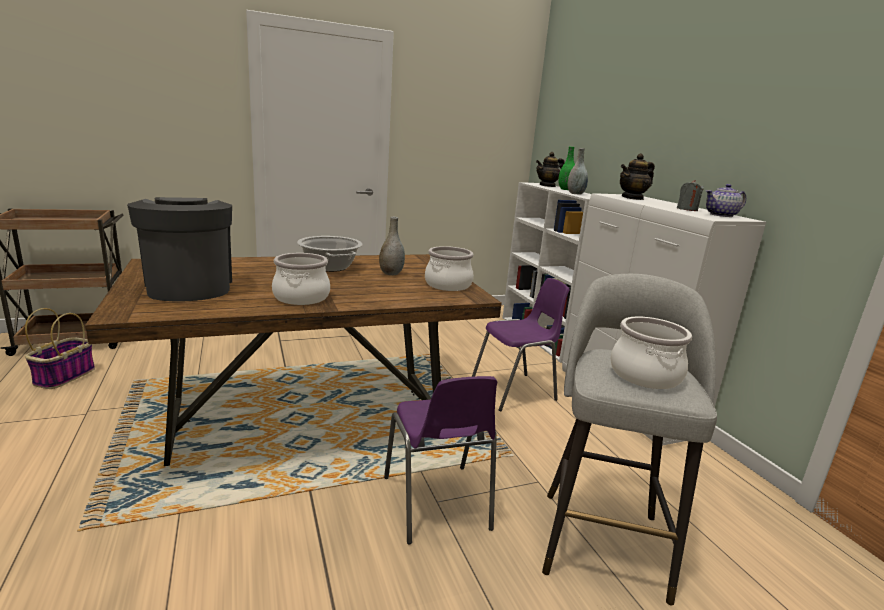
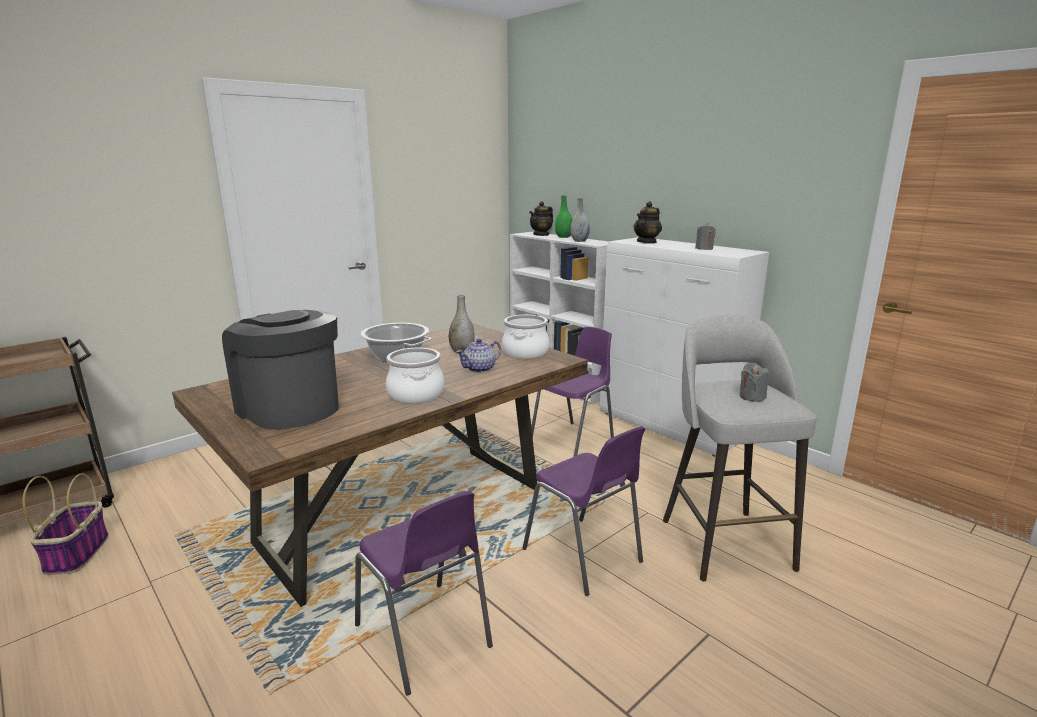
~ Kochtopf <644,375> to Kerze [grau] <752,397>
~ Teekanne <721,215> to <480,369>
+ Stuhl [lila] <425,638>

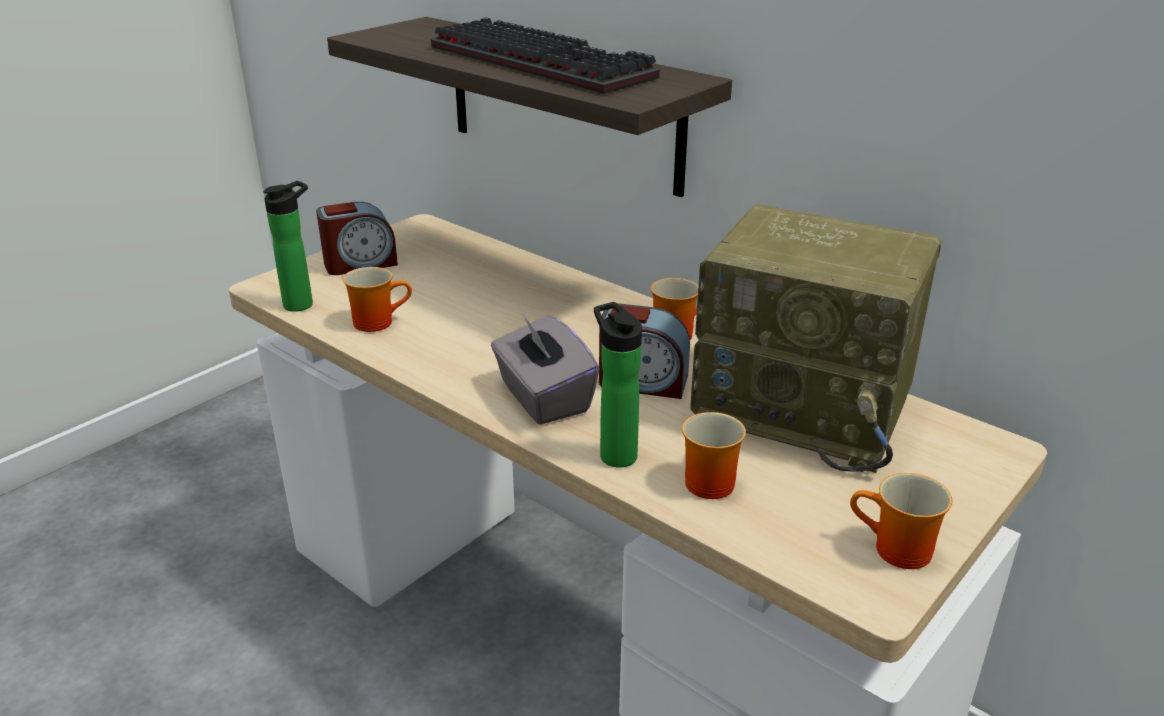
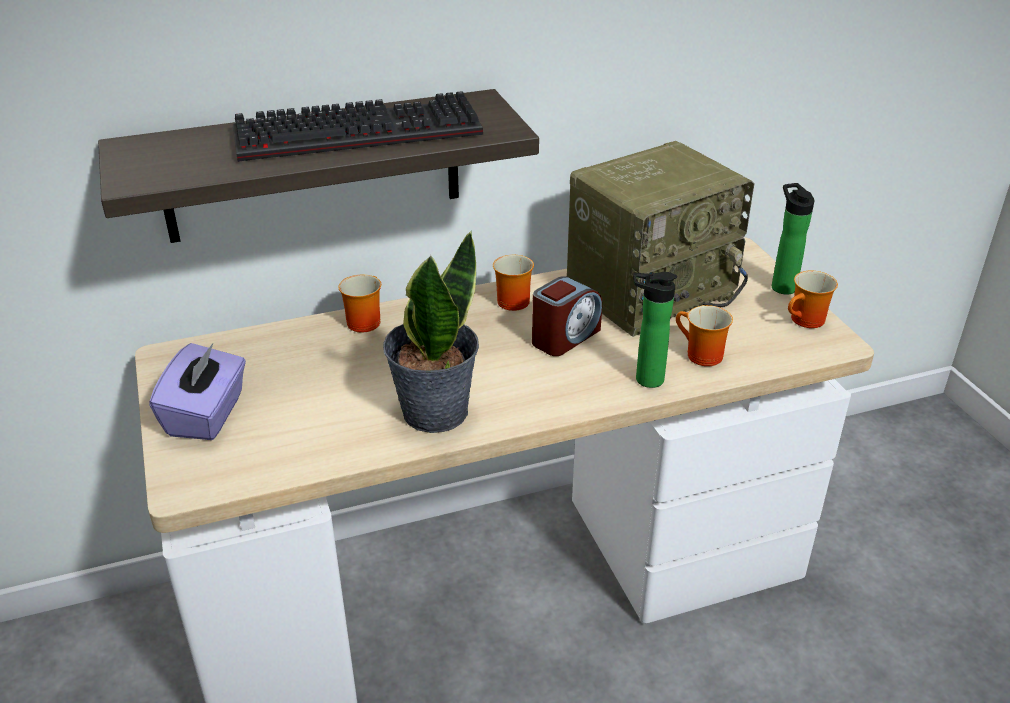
~ Flasche <302,303> to <781,286>
~ Wecker <360,264> to Taschentuchbox [lila] <207,415>
~ Henkelbecher <377,321> to <363,320>
- Taschentuchbox [grau] <543,398>
+ Topfpflanze <434,411>

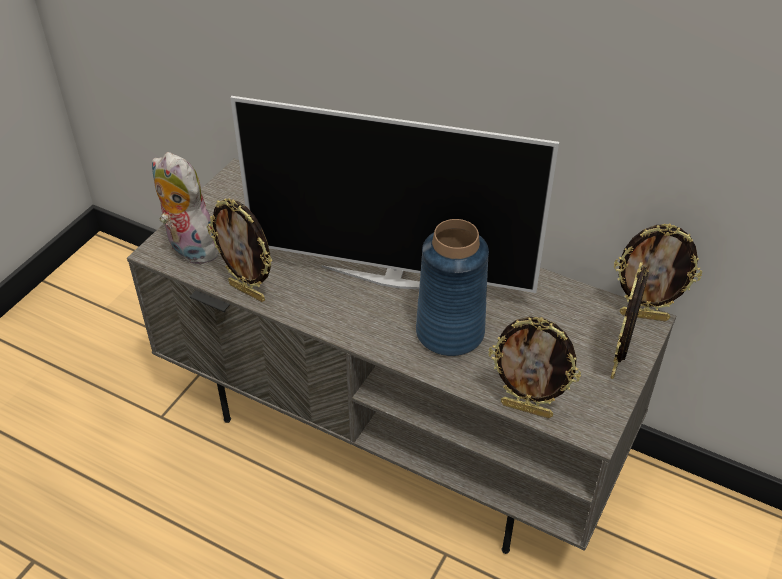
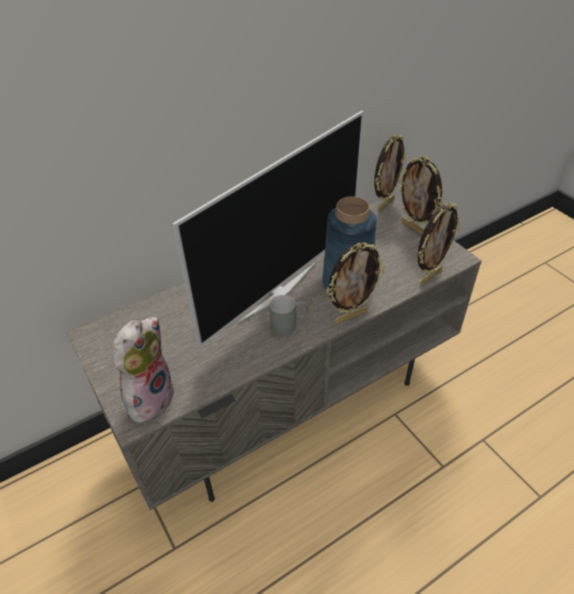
~ Plüschtier <189,248> = <149,397> 135 degrees clockwise
~ Bilderrahmen <248,291> to <351,316>
+ Henkelbecher [grau] <289,324>

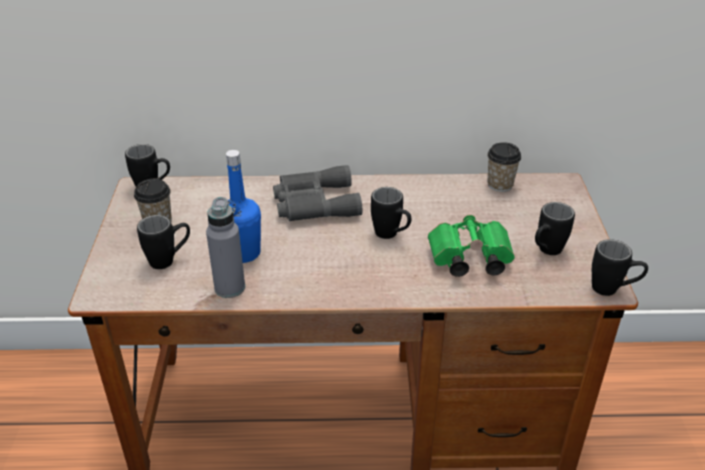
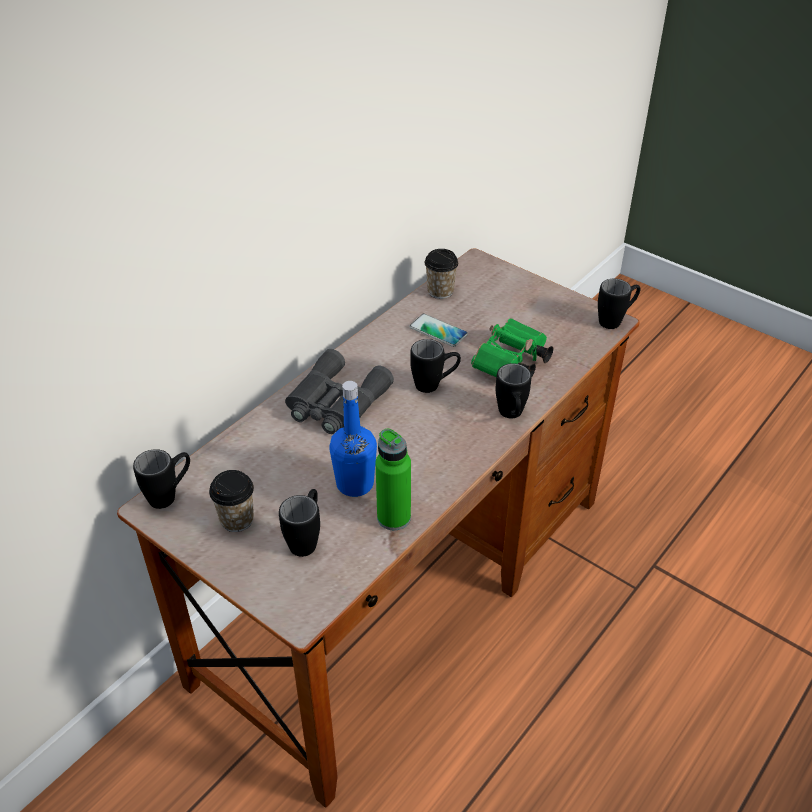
~ Flasche [grau] <230,288> to Flasche [grün] <394,517>
~ Henkelbecher [schwarz] <546,252> to <511,416>
+ Handy <438,331>

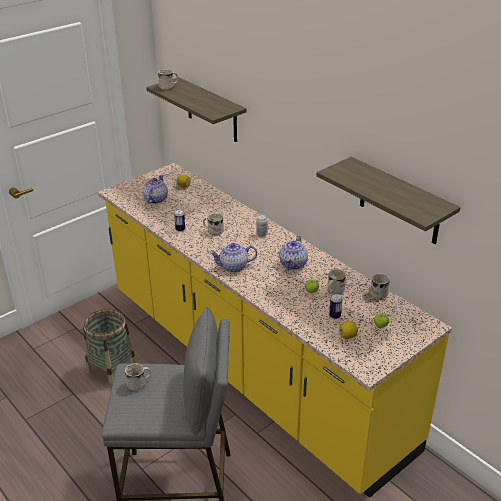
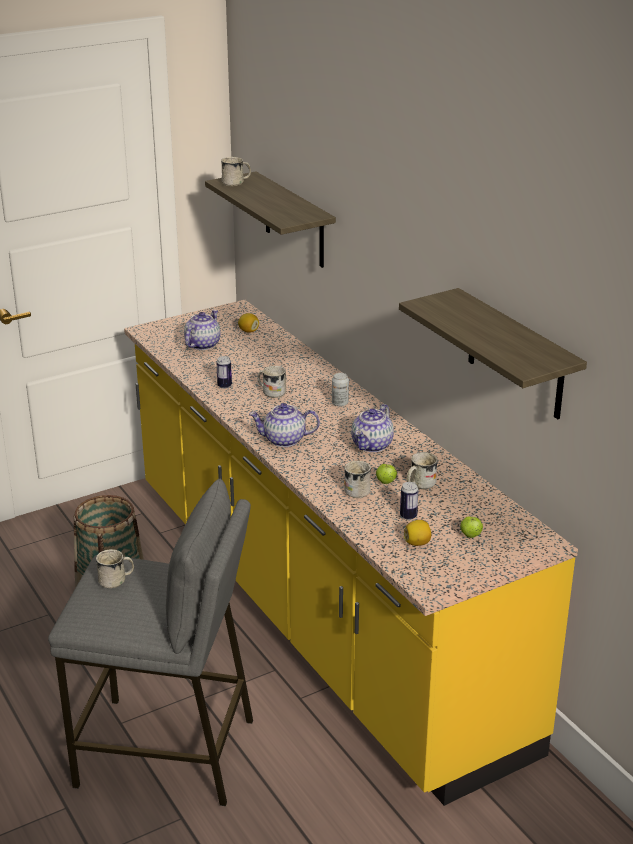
~ Henkelbecher [weiß] <378,292> to <357,489>

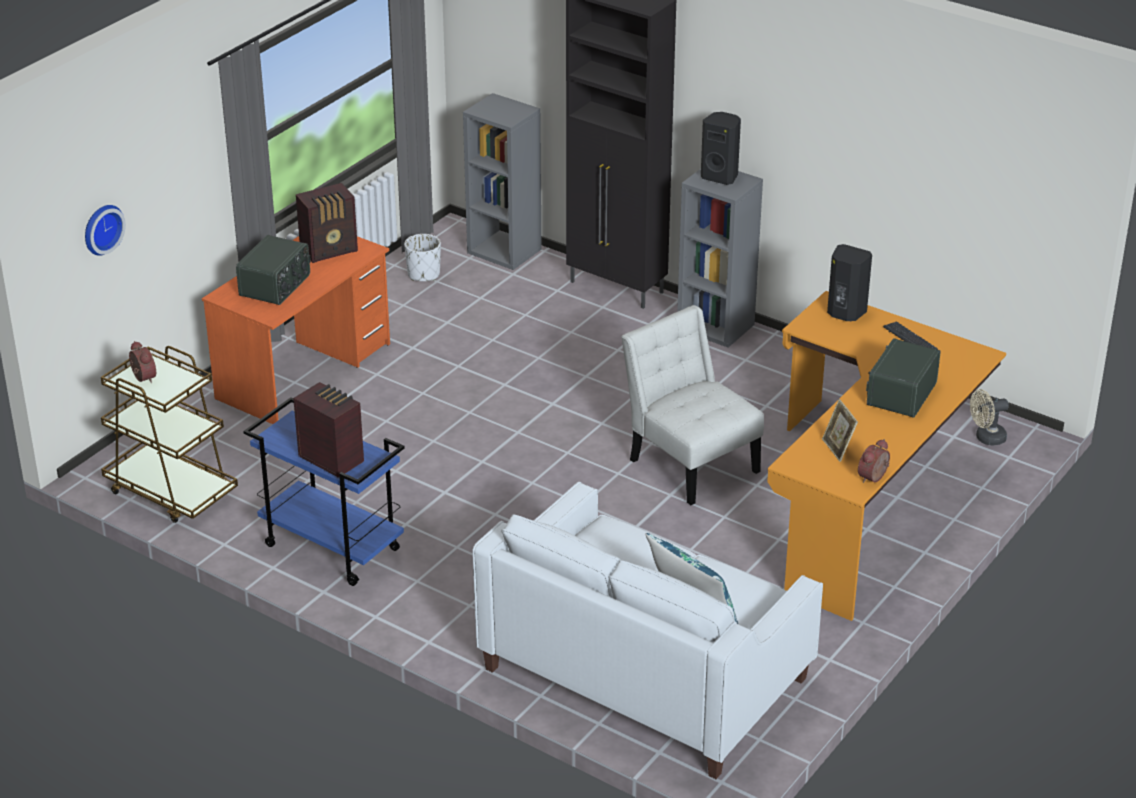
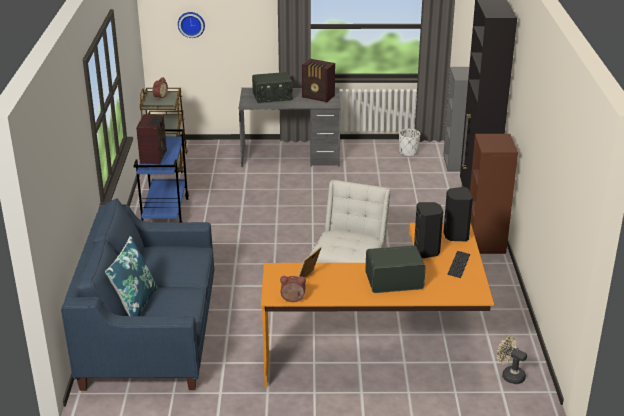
~ Schreibtisch [orange] <304,371> to Schreibtisch [grau] <290,157>
~ Sofa [weiß] <645,673> to Sofa [blau] <150,334>
~ Bücherregal [grau] <716,326> to Bücherregal [braun] <486,243>
~ Lautsprecher [schwarz] <720,177> to <427,251>

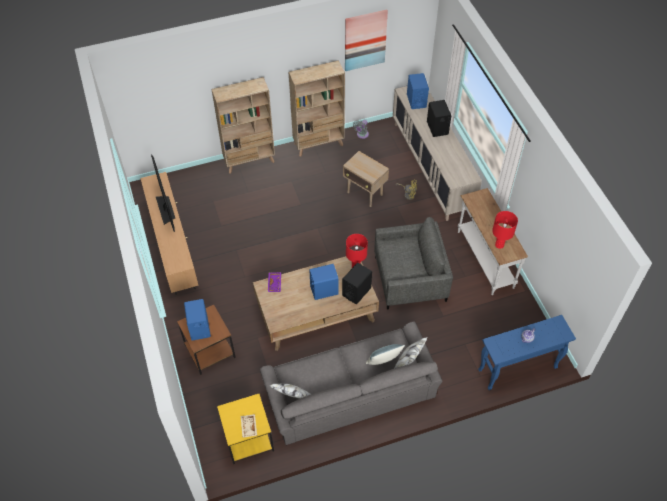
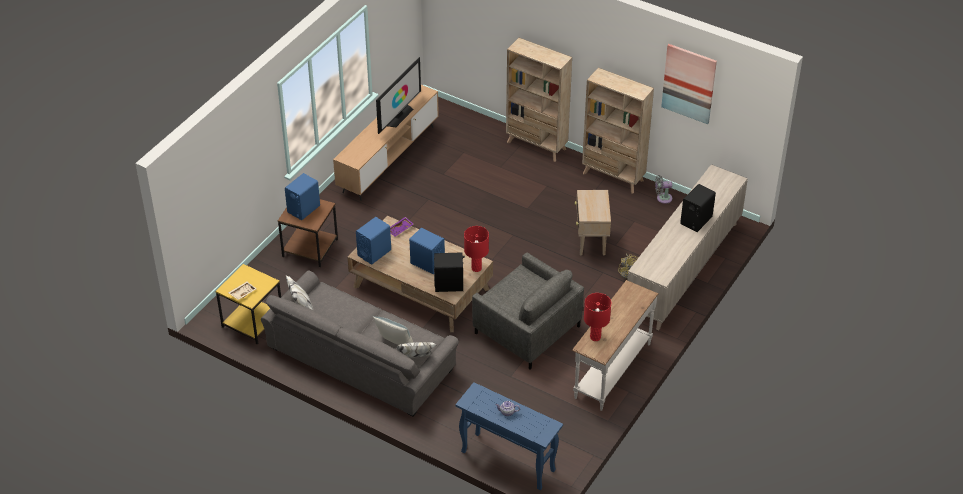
~ Lautsprecher [blau] <416,101> to <374,253>

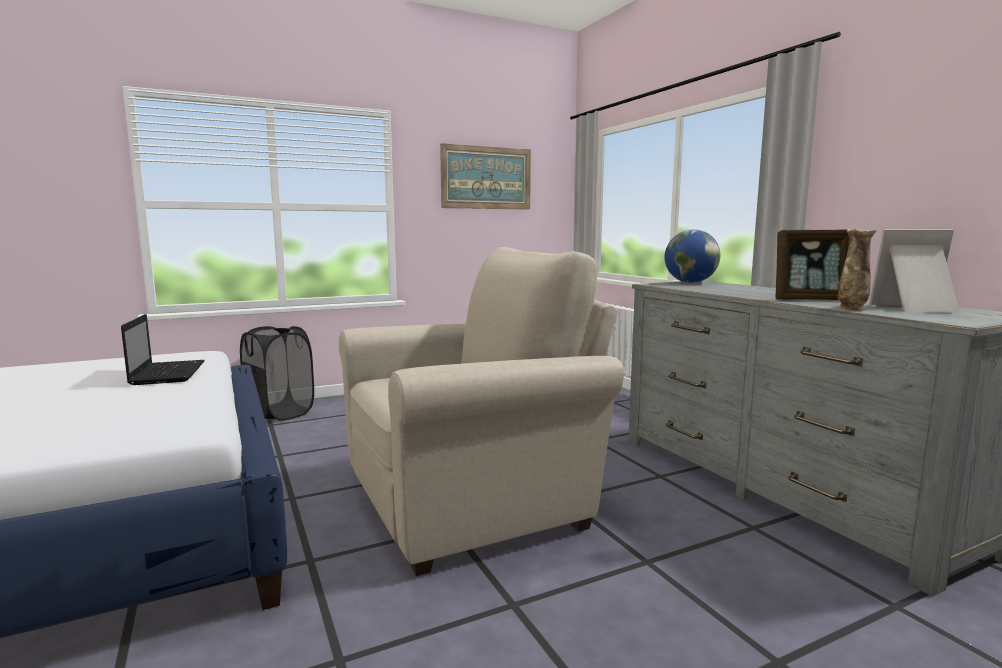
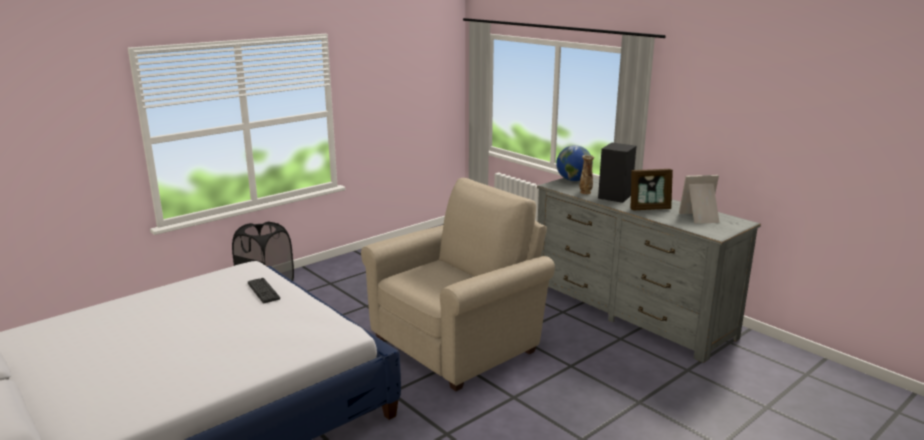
~ Laptop <168,373> to Tastatur <263,291>
- Bild <486,178>
~ Vase <851,309> to <585,192>
+ Lautsprecher [schwarz] <615,196>

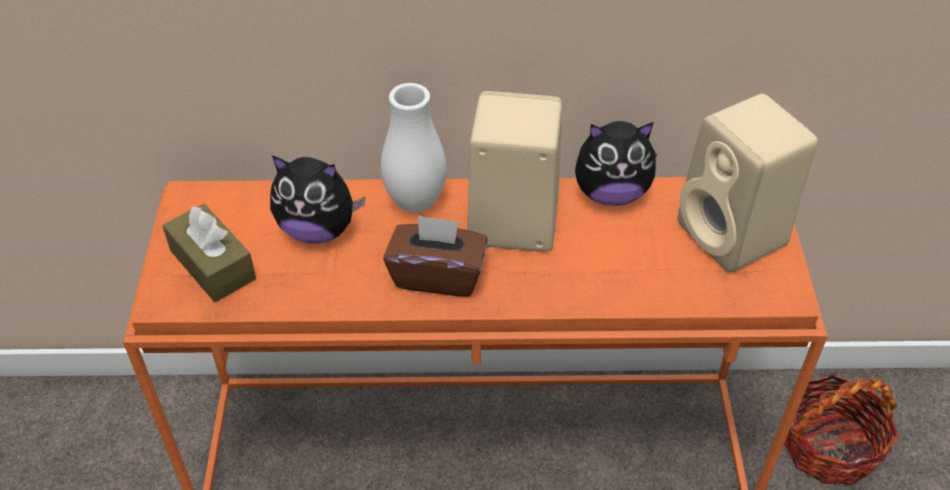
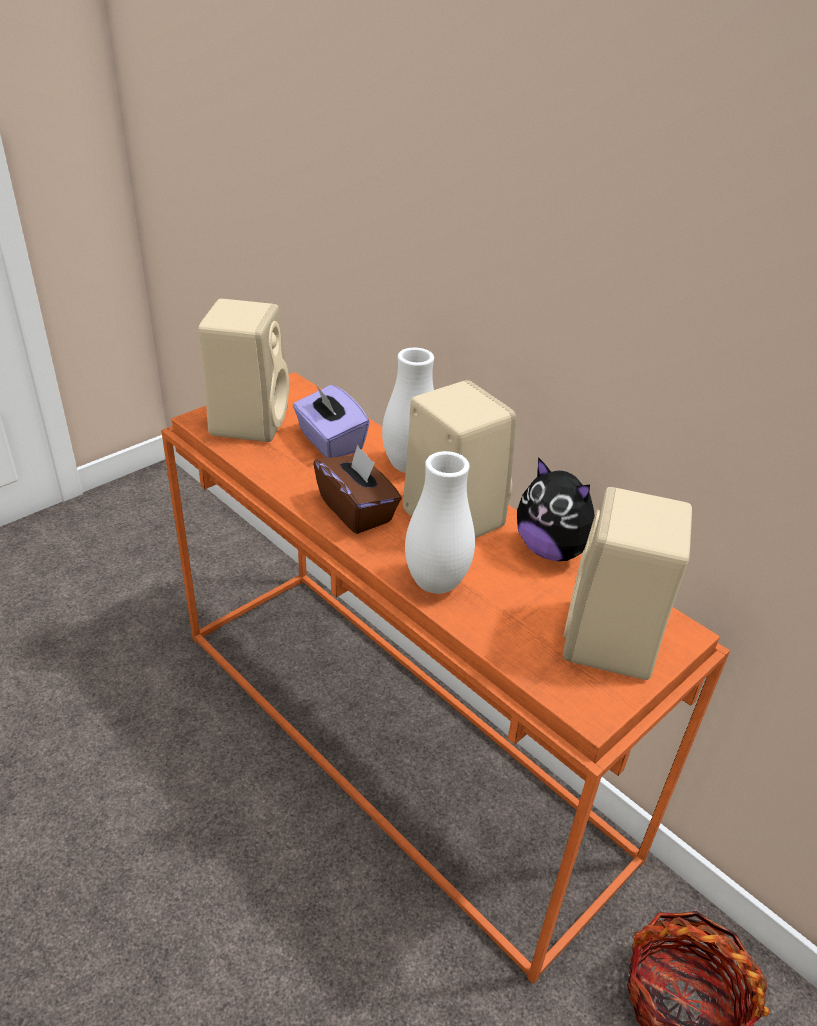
~ Taschentuchbox [braun] <212,265> to Lautsprecher [beige] <249,420>
~ Plüschtier <318,229> to Taschentuchbox [lila] <330,442>
+ Vase [weiß] <436,583>

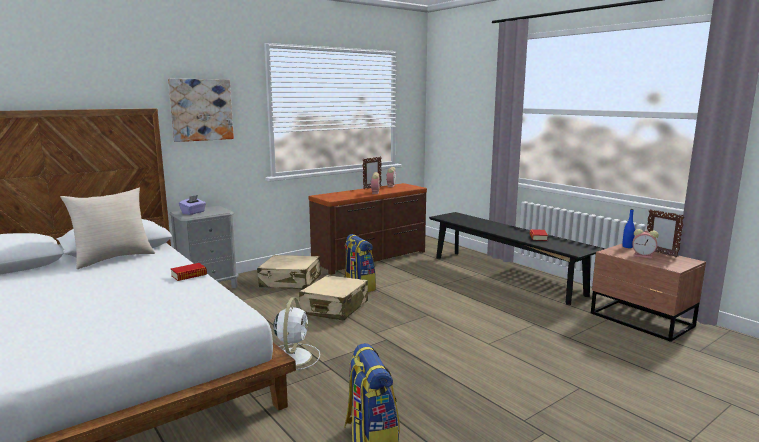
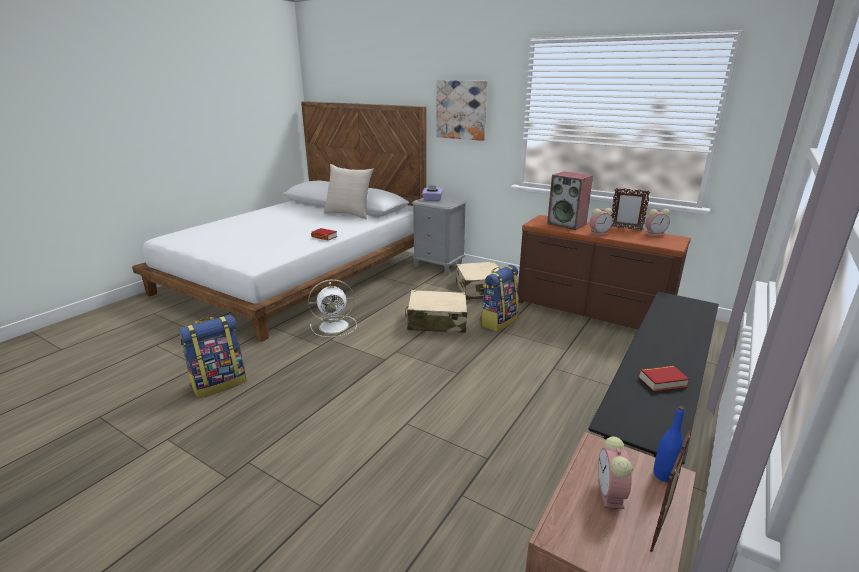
+ Lautsprecher <567,224>

